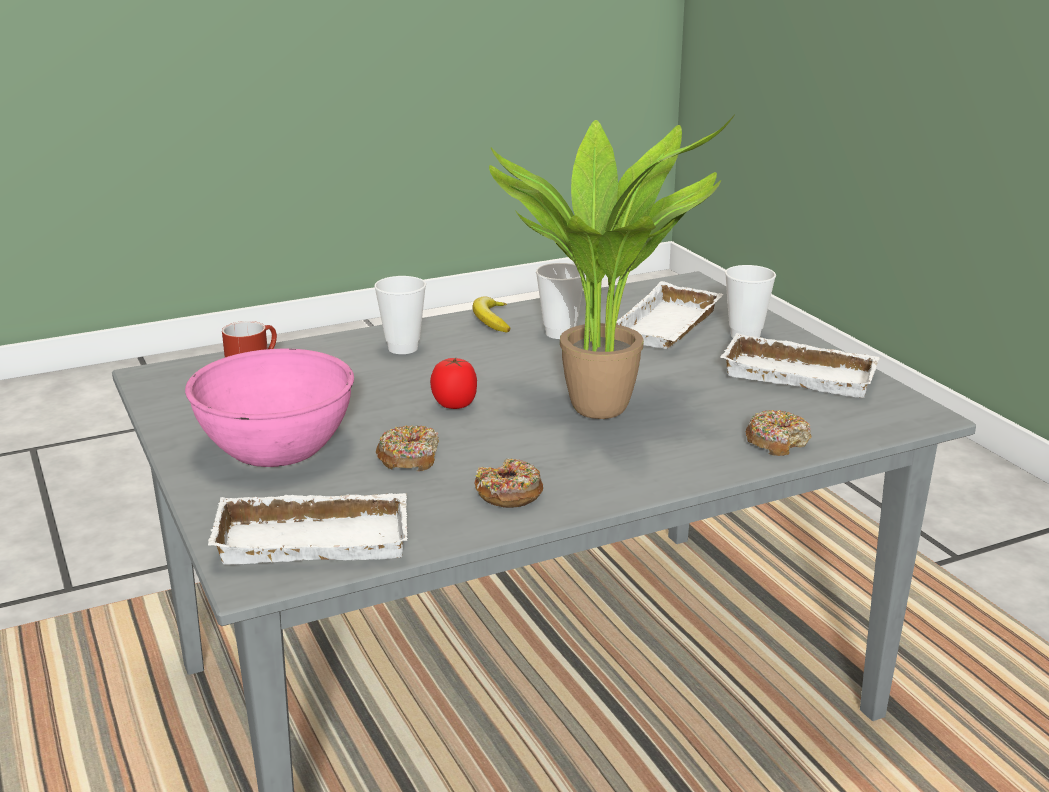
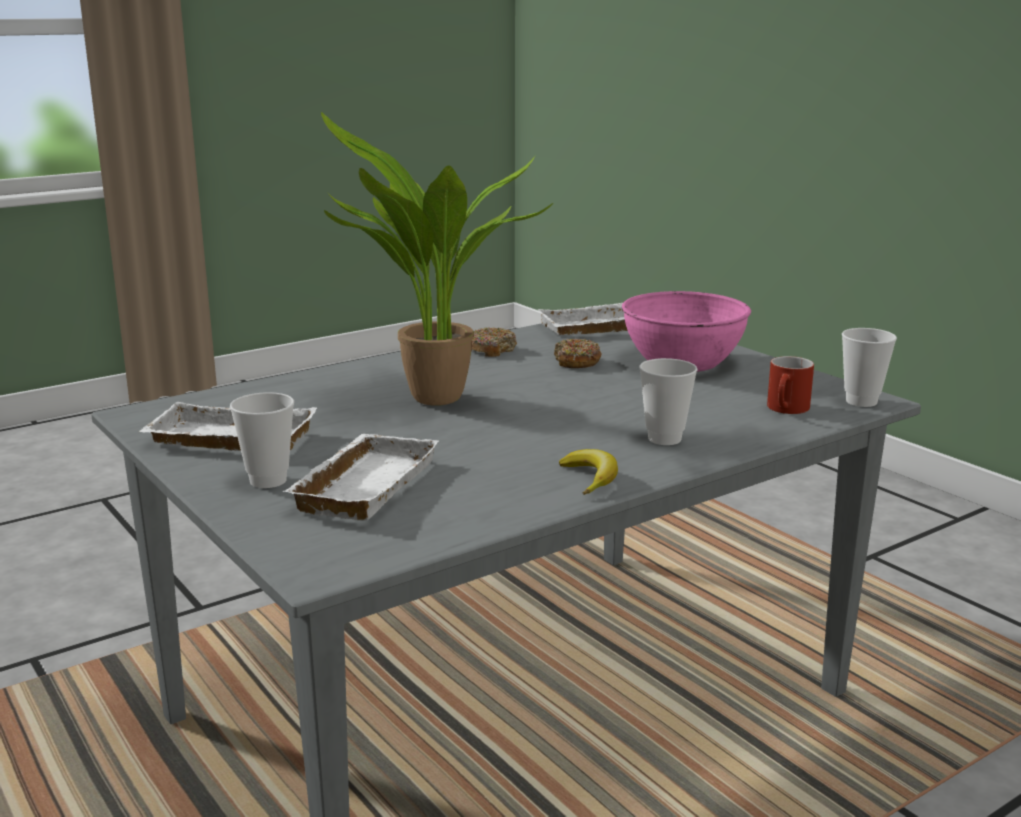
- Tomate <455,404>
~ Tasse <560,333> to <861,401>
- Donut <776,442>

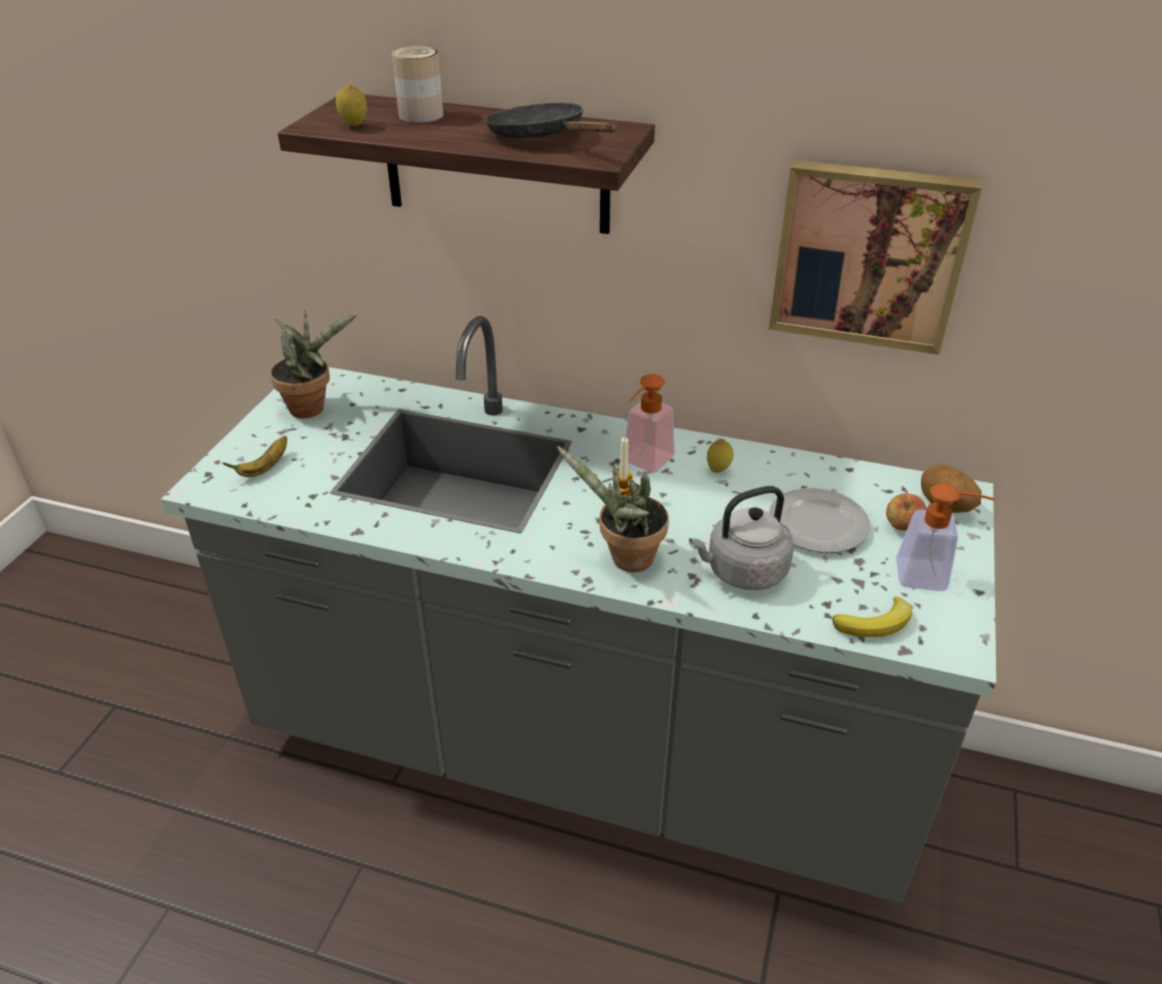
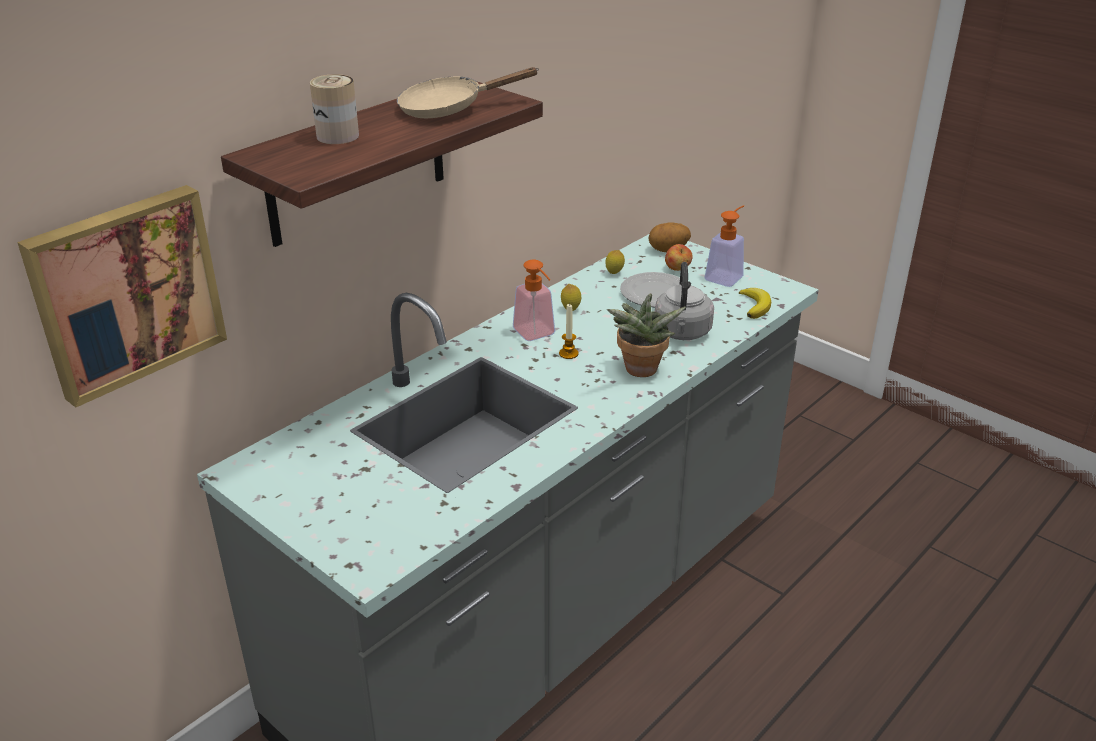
- Banane <264,468>
- Topfpflanze <312,407>
~ Zitrone <354,126> to <614,273>
~ Pfanne [schwarz] <543,138> to Pfanne [beige] <449,108>
~ Bild <869,255> to <126,291>

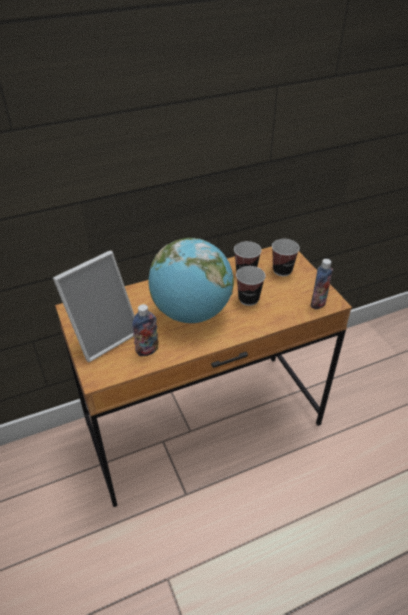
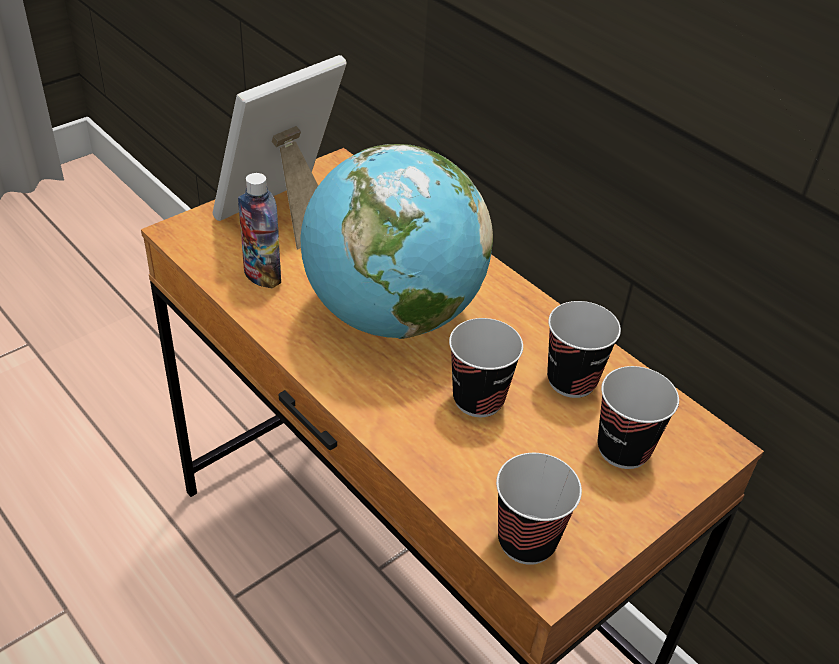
~ Bilderrahmen <103,335> = <284,216> 105 degrees clockwise
~ Flasche <318,303> to Tasse <526,541>

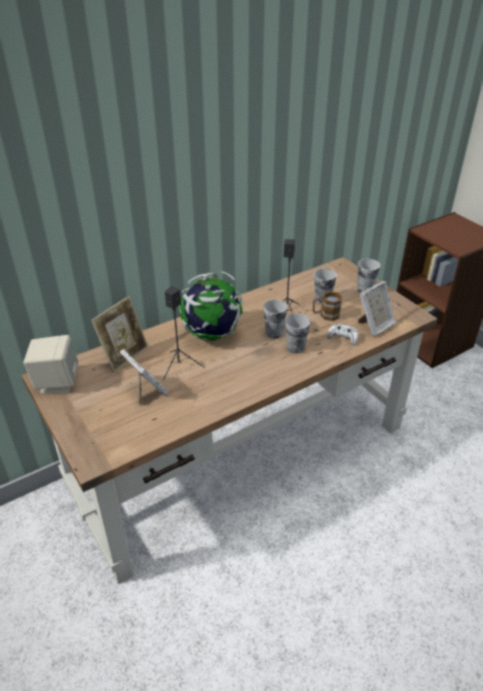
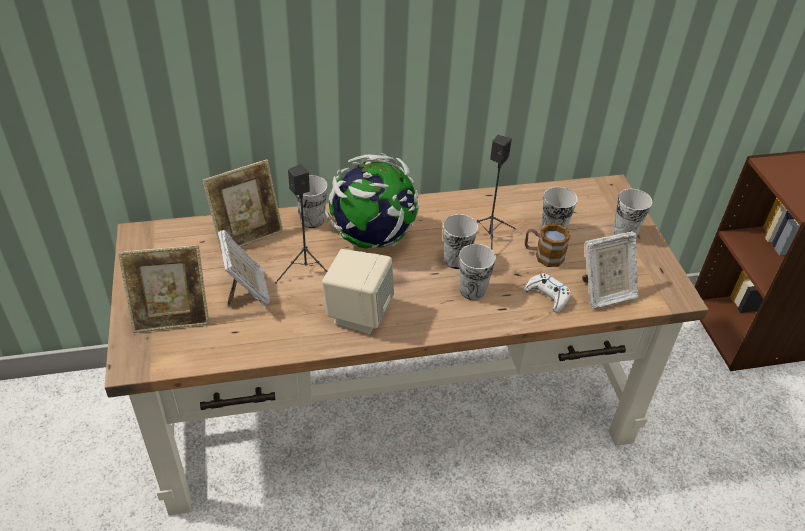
~ Lautsprecher [beige] <57,382> to <358,313>
+ Bilderrahmen <172,318>
+ Tasse <312,220>

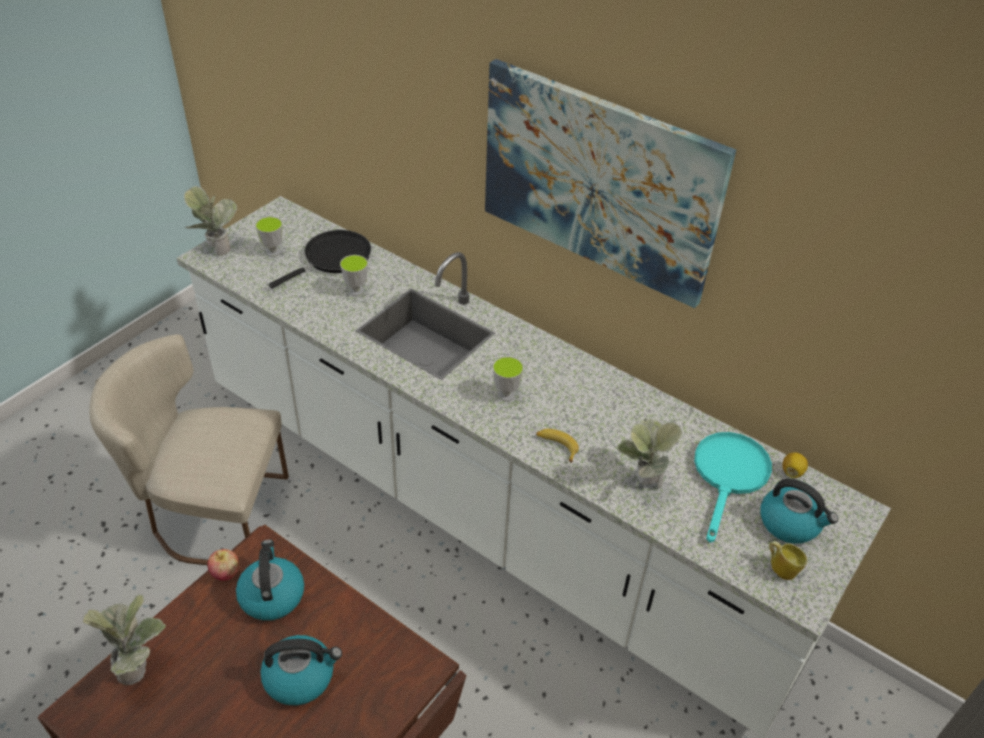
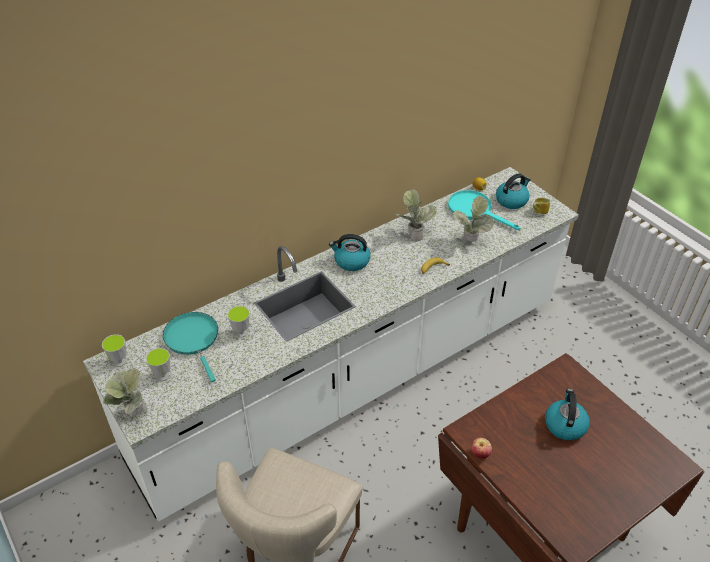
~ Topfpflanze <140,666> to <413,234>
~ Wasserkessel <271,595> to <351,261>
~ Pfanne [schwarz] <333,258> to Pfanne [türkis] <193,339>
- Bild <598,181>
~ Tasse <506,395> to <119,362>

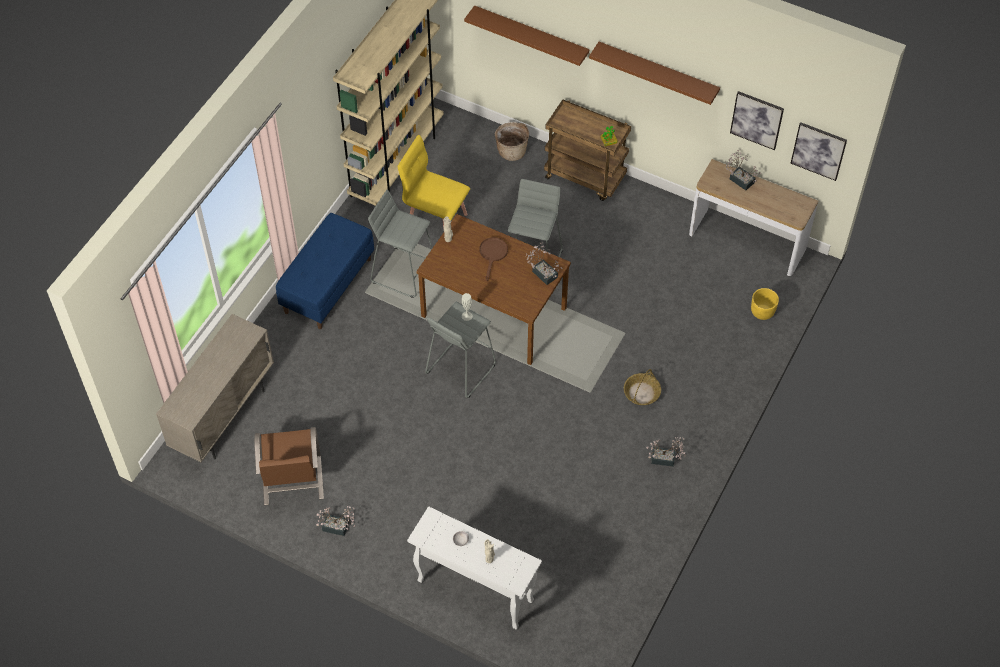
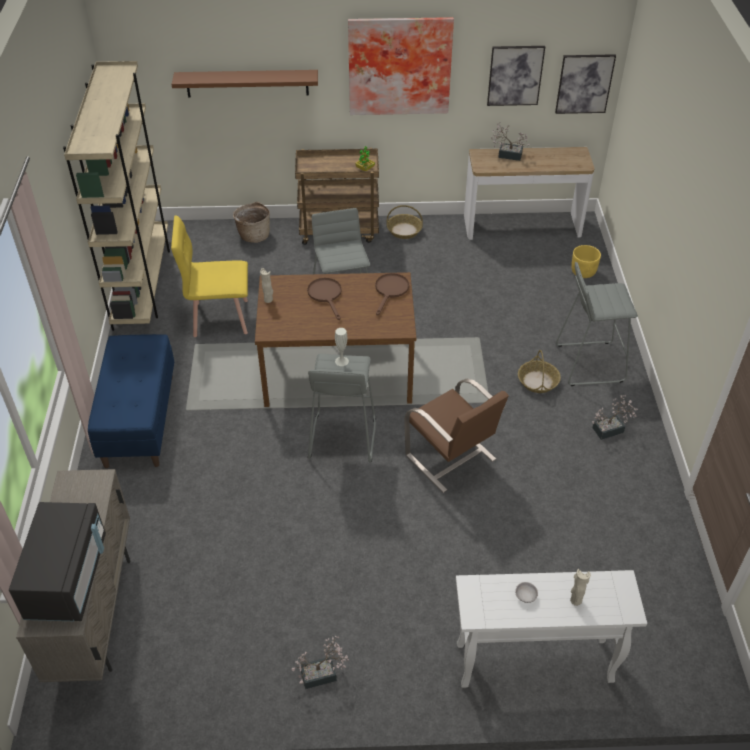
~ Stuhl [braun] <292,481> to <451,458>
~ Hocker [grau] <404,272> to <589,363>
~ Topfpflanze <543,272> to Pfanne [braun] <390,291>
~ Wandregal [braun] <657,73> to Bild <399,65>
+ Mikrowelle [schwarz] <68,578>
+ Korb <404,230>

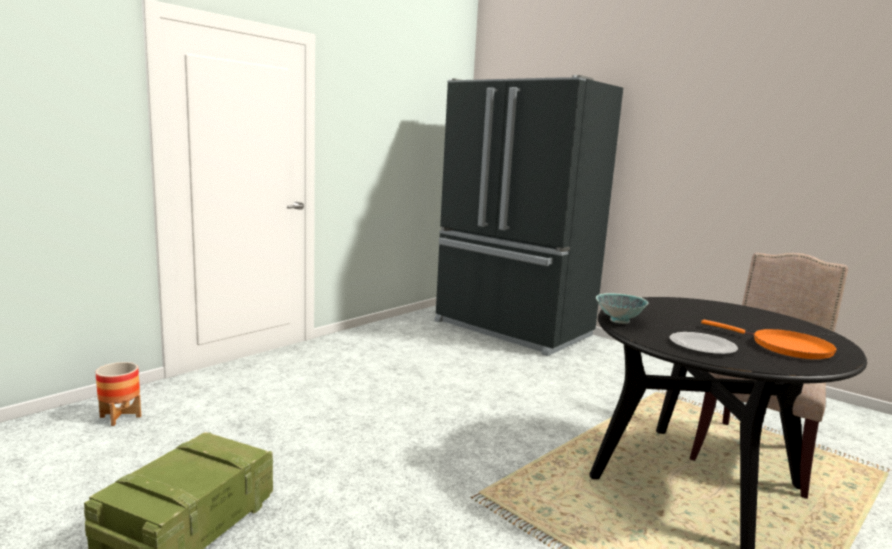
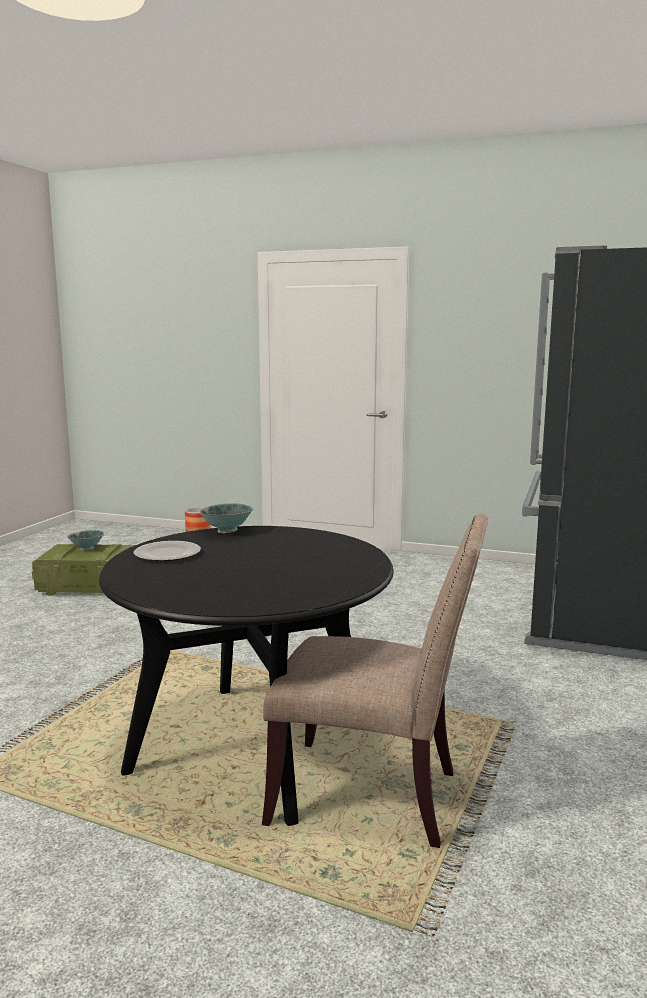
- Pfanne [orange] <785,347>
+ Schüssel <87,548>

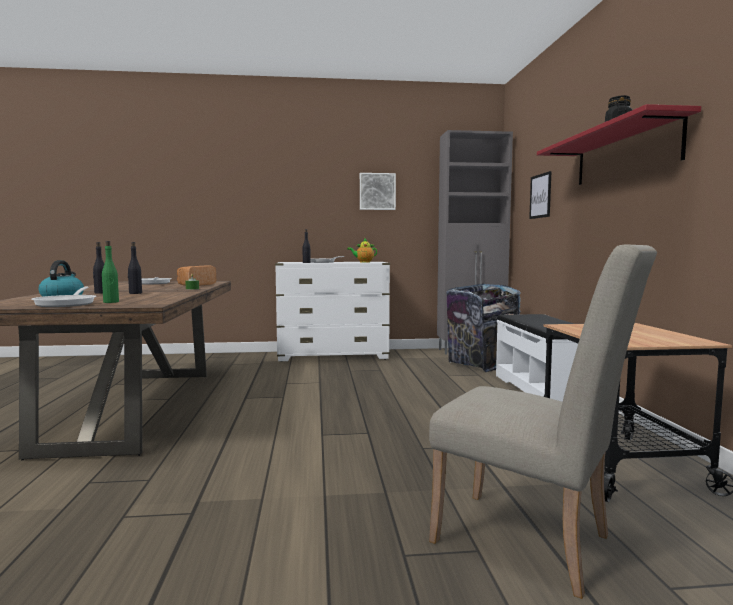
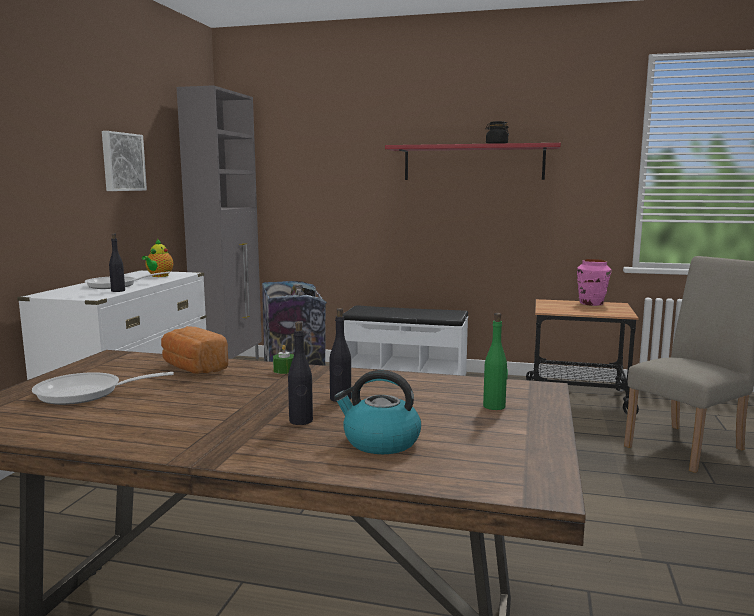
- Pfanne <68,303>
- Bild <540,196>
+ Vase [rosa] <591,303>

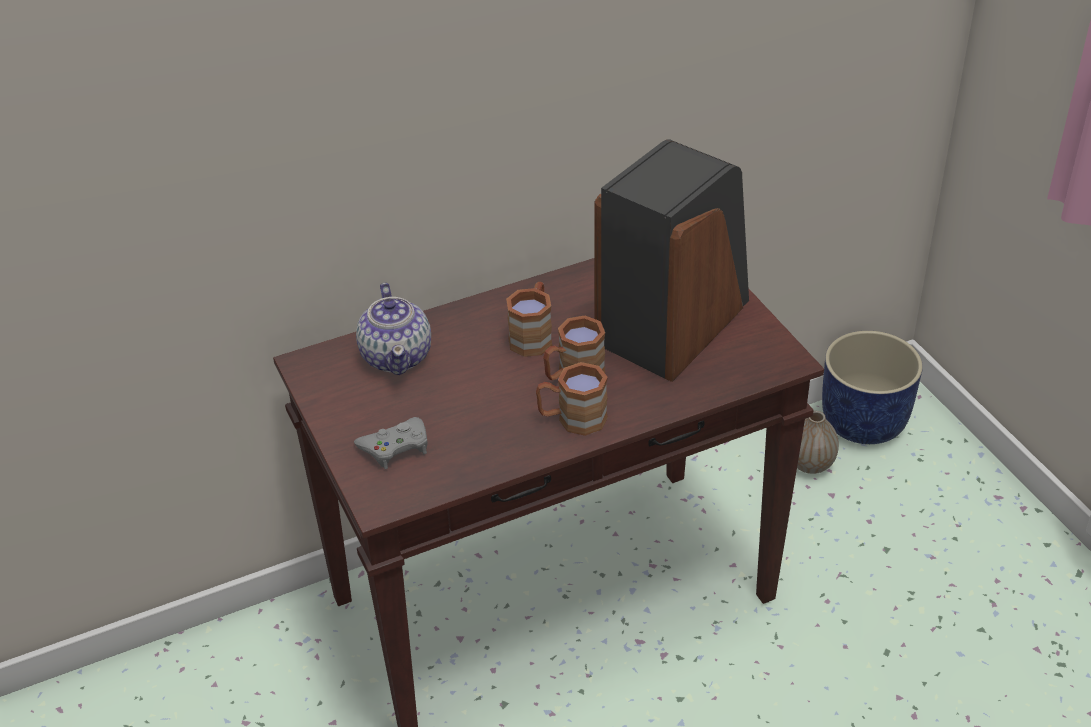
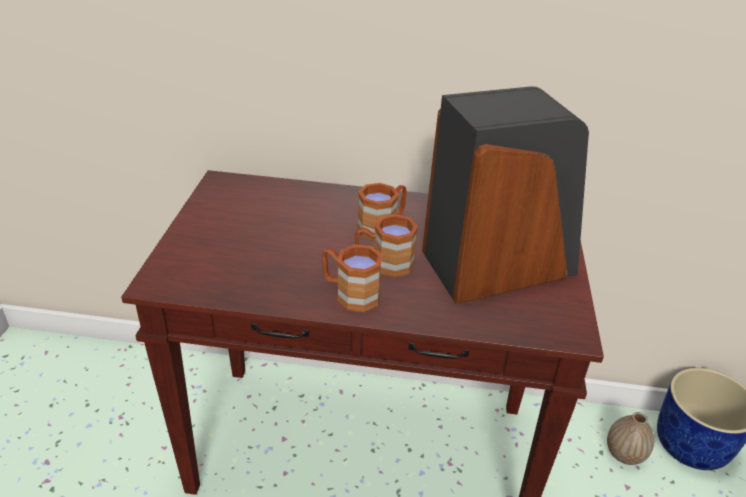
- Gamepad [grau] <395,447>
- Teekanne <397,356>

